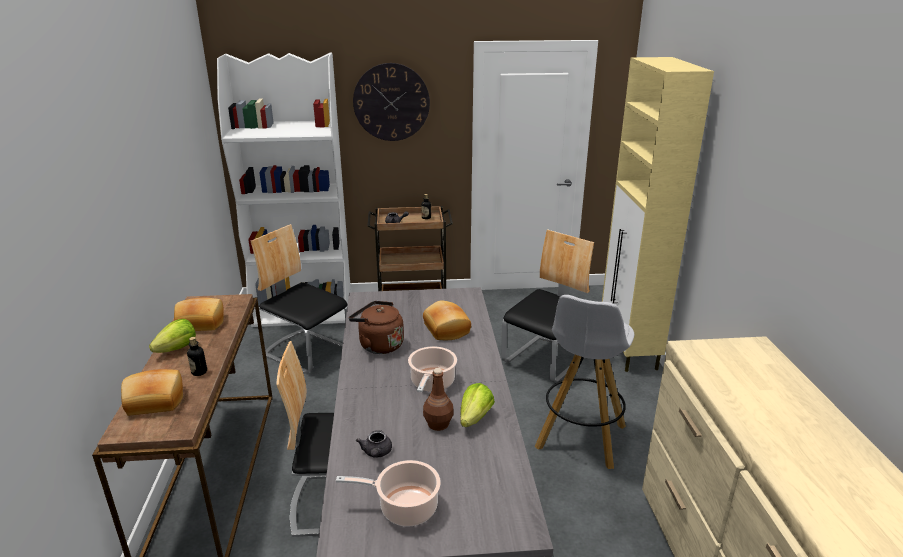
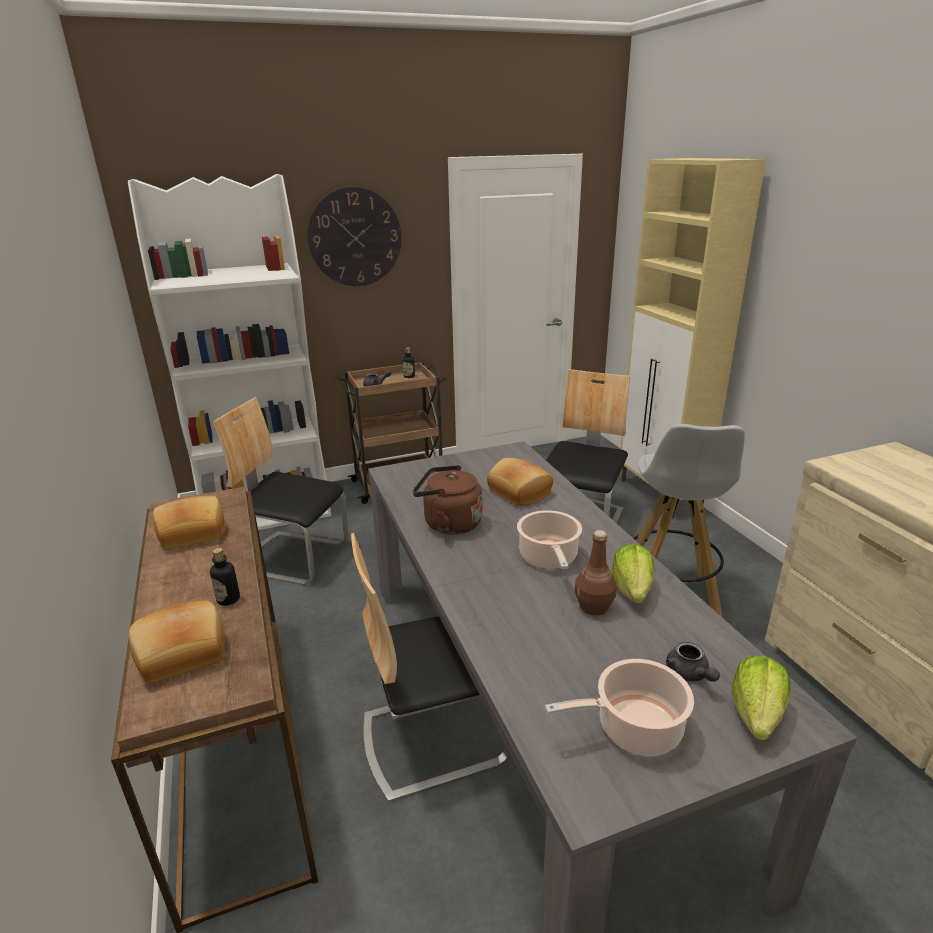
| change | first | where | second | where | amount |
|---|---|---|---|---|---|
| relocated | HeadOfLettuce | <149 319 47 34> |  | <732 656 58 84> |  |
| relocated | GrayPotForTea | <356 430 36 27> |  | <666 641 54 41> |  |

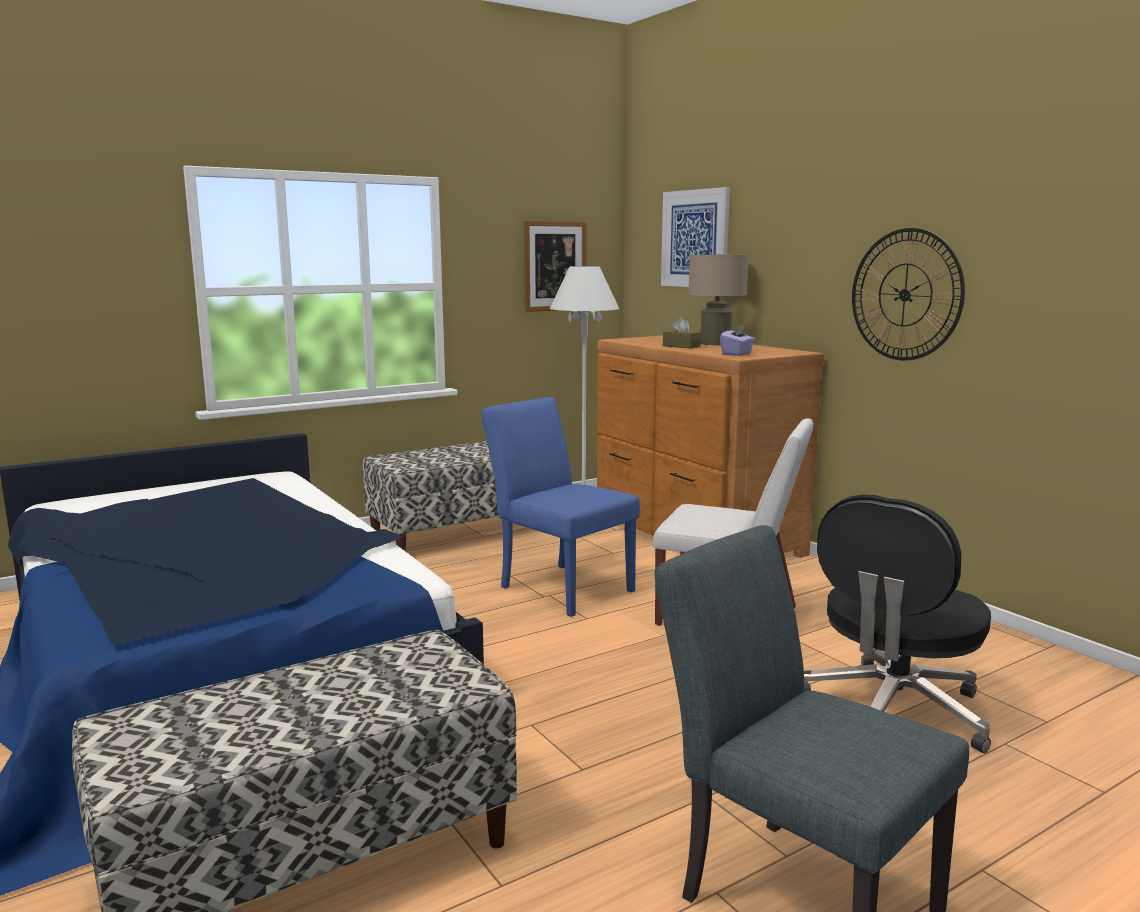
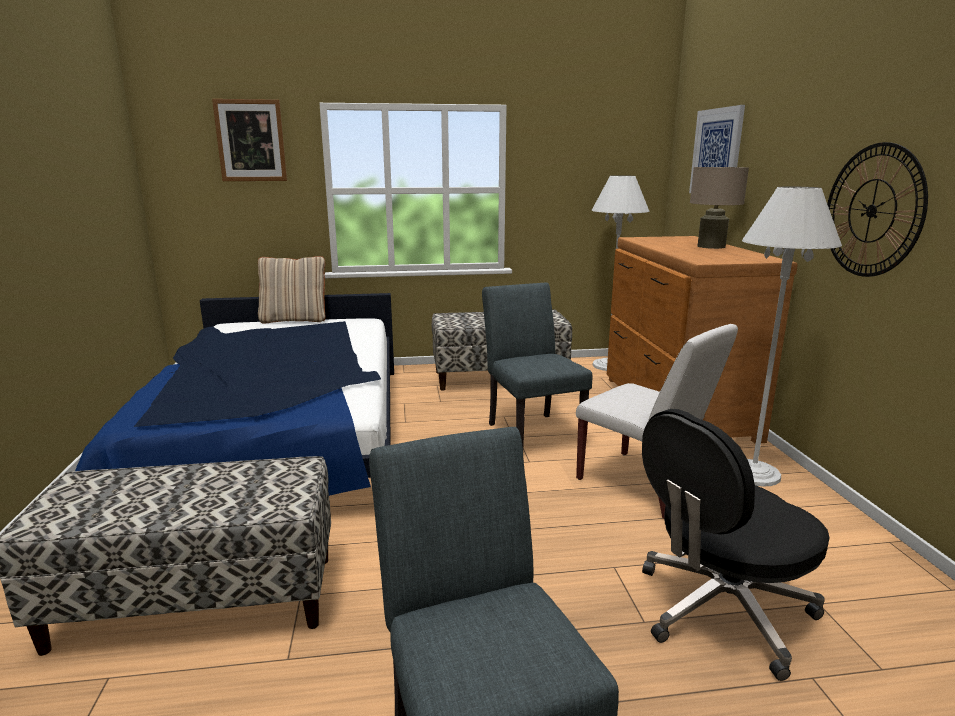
| change | first | where | second | where | amount |
|---|---|---|---|---|---|
| relocated | WallPicture | <524 221 63 91> |  | <212 99 75 82> |  |
| missing | BrownishTissueHolder | <663 317 38 32> |  |  |  |
| missing | PurplishTissueHolder | <720 324 35 32> |  |  |  |
| colour | BlueChair | <482 397 158 220> | GrayChair | <482 283 110 164> |  |
| appeared |  |  | WhiteStandingLamp | <742 186 100 301> |  |
| appeared |  |  | BeigeColouredCushion | <258 256 68 67> |  |

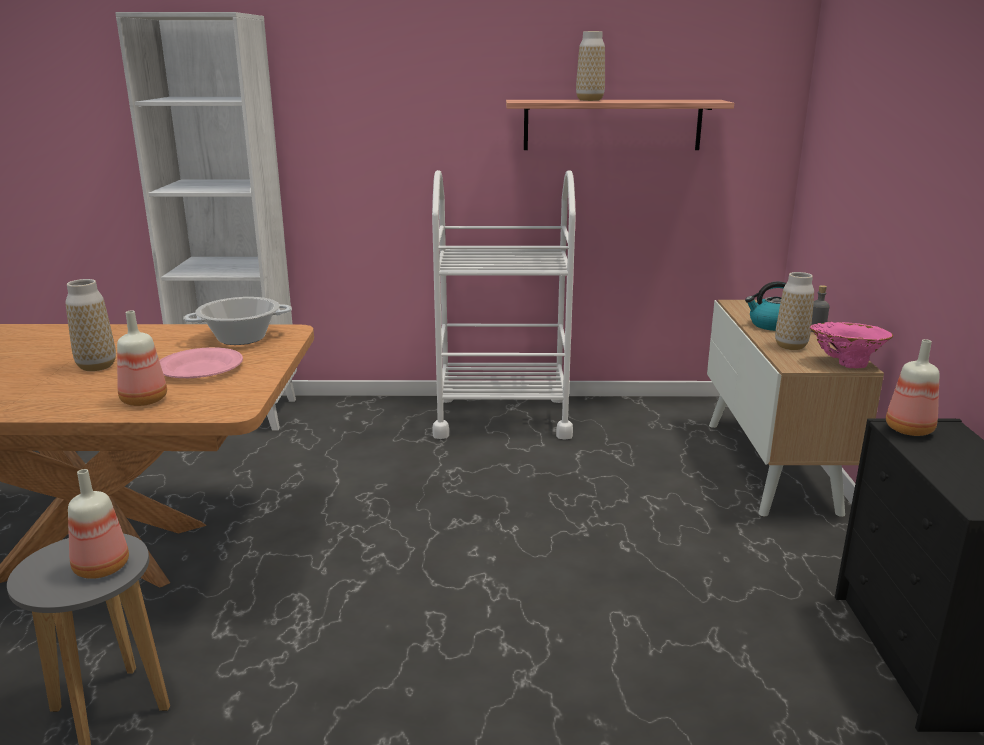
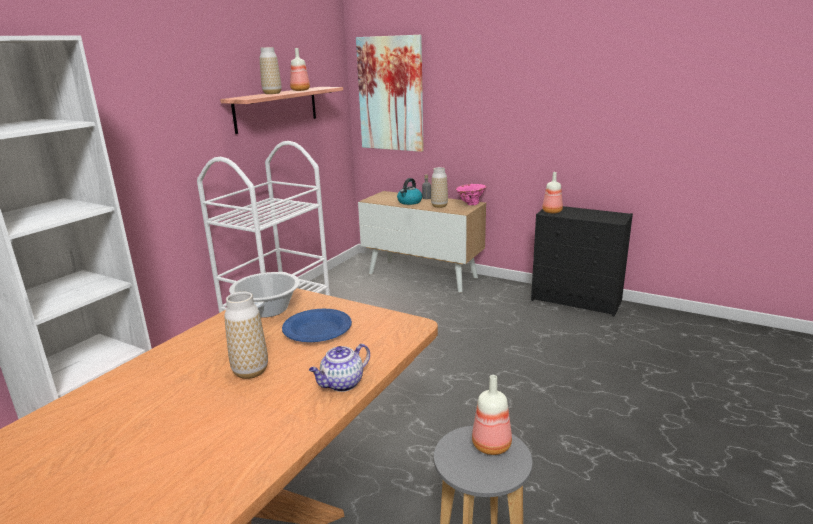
| change | first | where | second | where | amount |
|---|---|---|---|---|---|
| relocated | Bottle | <117 311 50 95> |  | <290 48 20 43> |  |
| colour | PinkishFlatDish | <159 347 84 31> | BlueFlatDish | <282 309 70 33> |  |
| appeared |  |  | WallPicture | <356 35 68 117> |  |
| appeared |  |  | PotForTea | <309 344 61 48> |  |

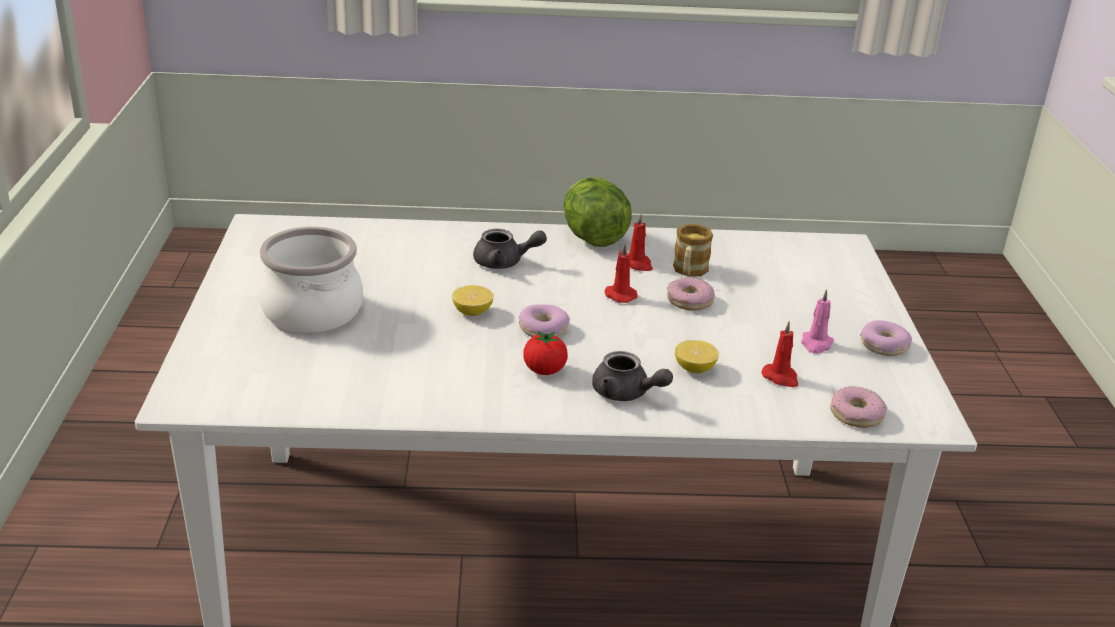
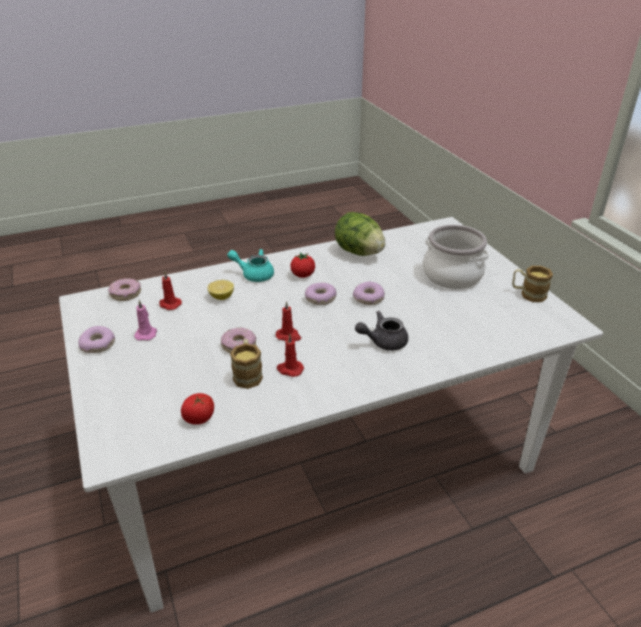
| change | first | where | second | where | amount |
|---|---|---|---|---|---|
| relocated | HeadOfLettuce | <563 177 69 70> |  | <335 212 50 44> |  |
| exchanged | CitrusFruit | <452 285 42 31> | Donut | <353 282 32 23> |  |
| colour | GrayPotForTea | <592 351 81 50> | BlueGreenPotForTea | <227 249 47 33> |  |
| appeared |  |  | TeaMug | <512 266 41 36> |  |
| appeared |  |  | WholeTomato | <181 393 33 32> |  |

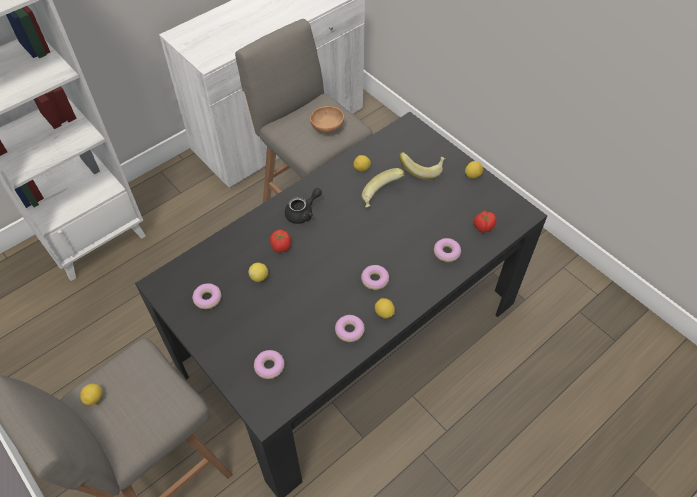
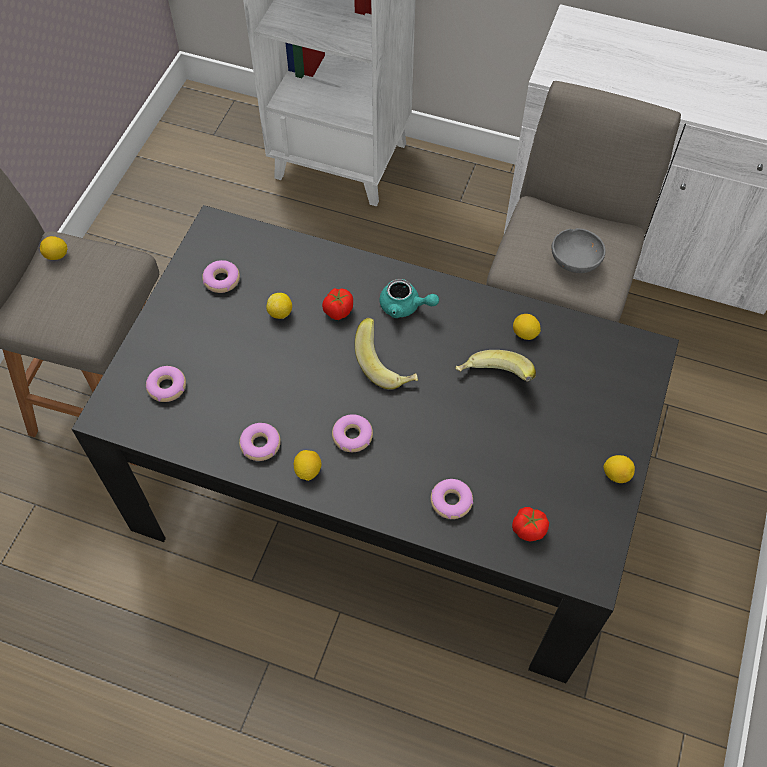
| change | first | where | second | where | amount |
|---|---|---|---|---|---|
| colour | BrownishBowl | <310 106 34 27> | GrayBowl | <551 228 55 45> |  |
| relocated | WholeBanana | <399 152 46 28> |  | <355 318 63 72> |  |
| colour | BlackPotForTea | <285 188 37 36> | BlueGreenPotForTea | <380 279 59 39> |  |

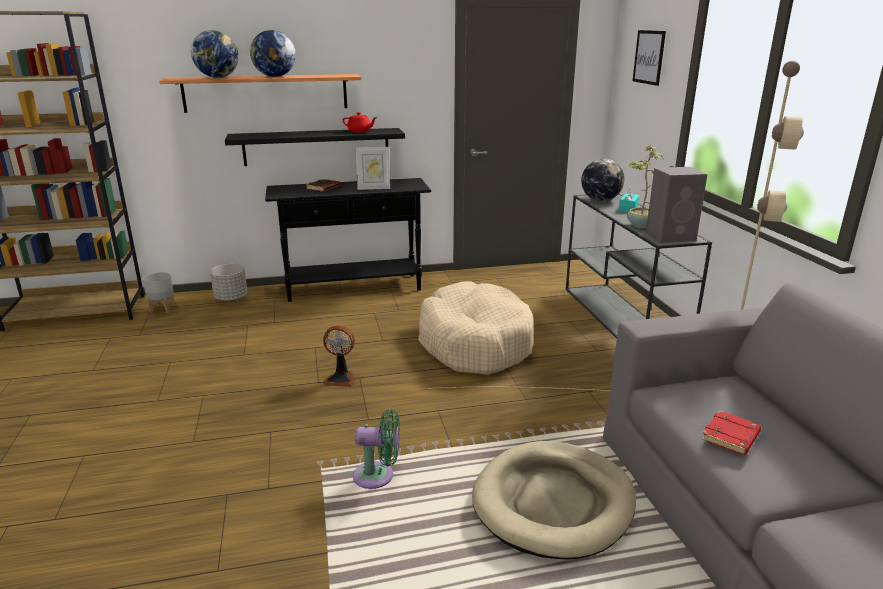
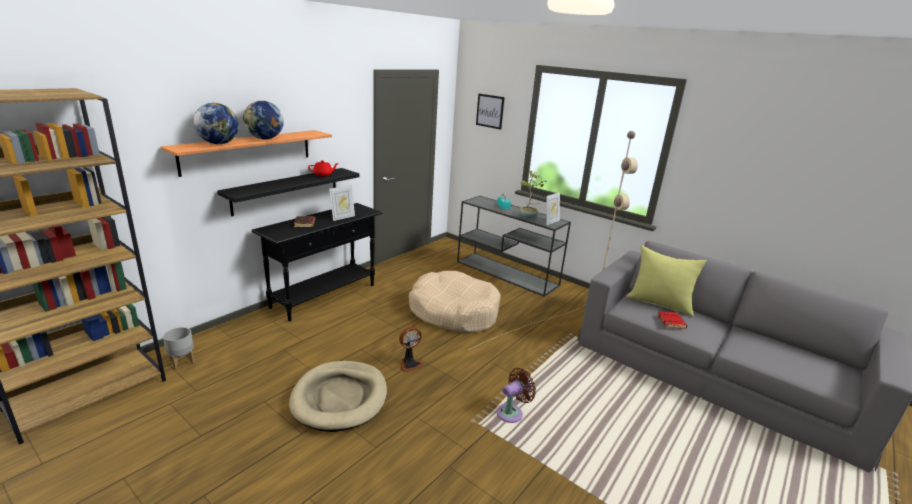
| change | first | where | second | where | amount |
|---|---|---|---|---|---|
| missing | DeskGlobe | <581 159 43 42> |  |  |  |
| exchanged | GrayLoudspeaker | <646 167 62 76> | PictureFrame | <547 192 13 33> |  |
| missing | GrayPlantPot | <210 264 38 37> |  |  |  |
| colour | GreenishElectricFan | <353 409 47 80> | BrownishElectricFan | <497 368 39 55> |  |
| relocated | BeigeColouredDogBed | <472 441 164 119> |  | <289 361 98 71> |  |
| appeared |  |  | YellowishCushion | <626 245 80 72> |  |

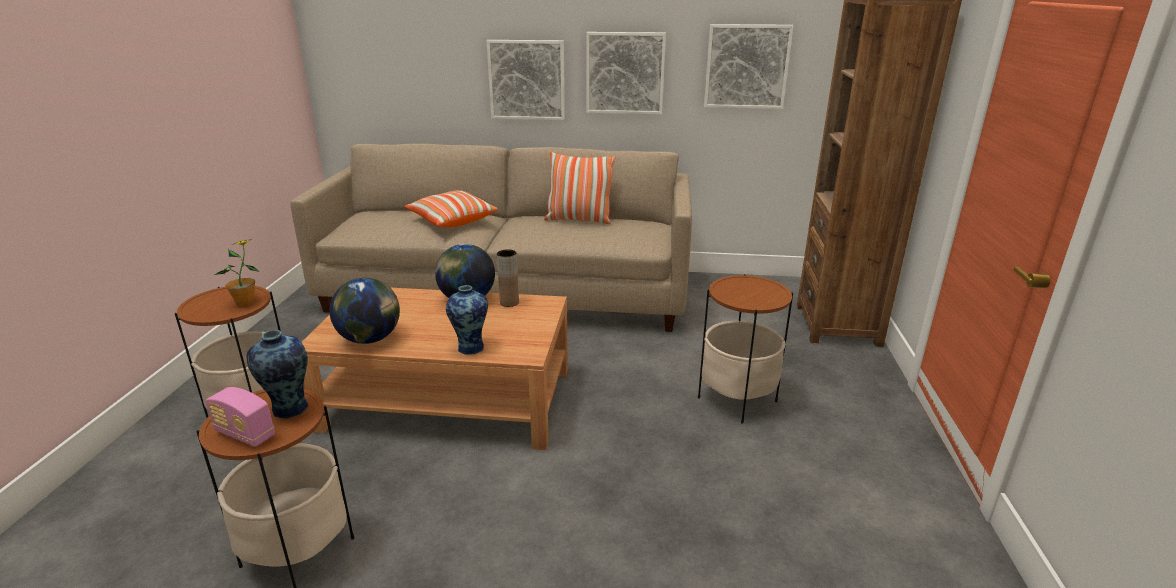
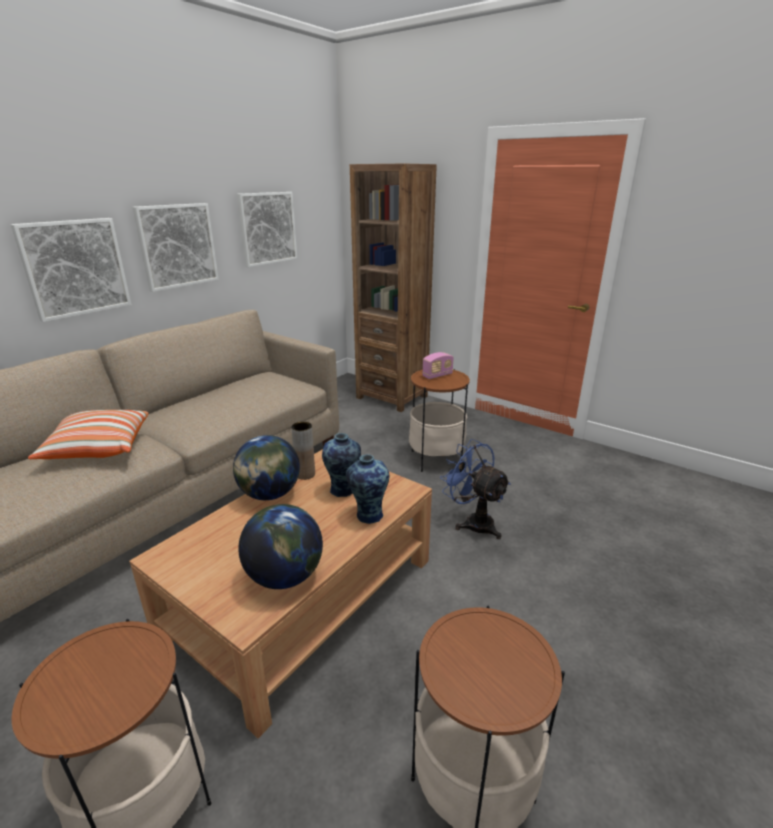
| change | first | where | second | where | amount |
|---|---|---|---|---|---|
| missing | Cushion | <544 151 72 73> |  |  |  |
| missing | PottedPlant | <215 239 44 68> |  |  |  |
| relocated | Vase | <246 330 62 89> |  | <322 433 39 64> |  |
| relocated | Radio | <205 387 70 60> |  | <423 352 31 27> |  |
| appeared |  |  | BlueElectricFan | <440 439 71 100> |  |

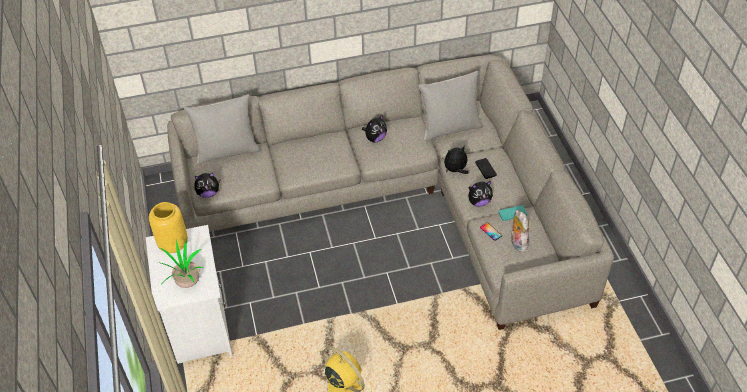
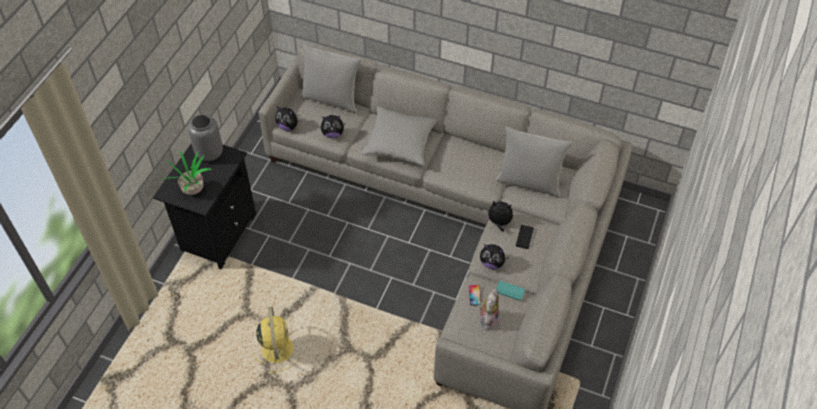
| change | first | where | second | where | amount |
|---|---|---|---|---|---|
| relocated | CuddlyToy | <362 115 25 27> |  | <321 115 25 23> |  |
| colour | YellowishVase | <149 202 39 51> | GrayVase | <188 114 35 47> |  |
| colour | WhiteNightTable | <146 225 86 139> | BlackNightTable | <153 144 103 125> |  |
| appeared |  |  | GrayCushion | <361 107 76 59> |  |

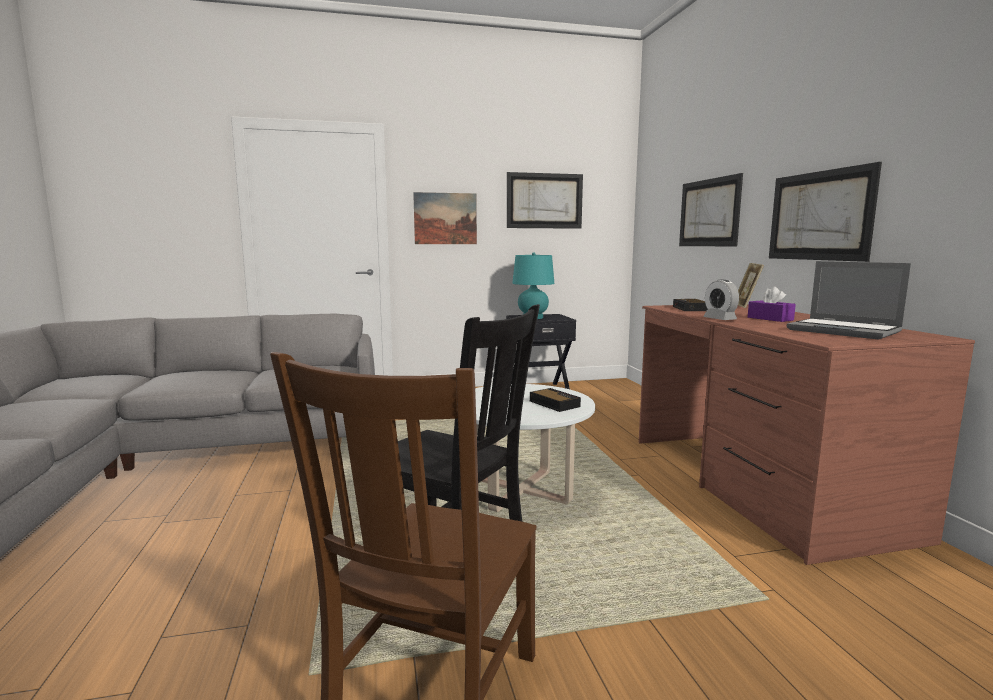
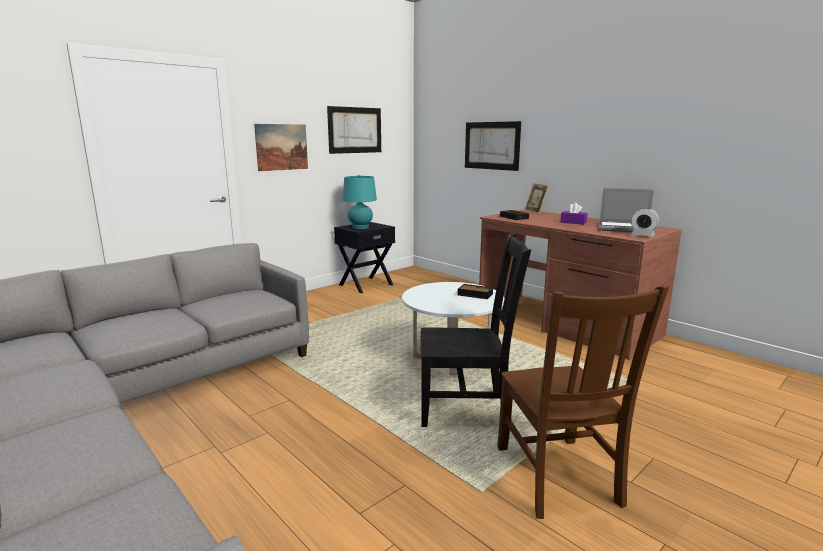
| change | first | where | second | where | amount |
|---|---|---|---|---|---|
| missing | WallPicture | <769 162 113 100> |  |  |  |
| relocated | TableClock | <704 280 35 40> |  | <631 208 28 29> |  |

